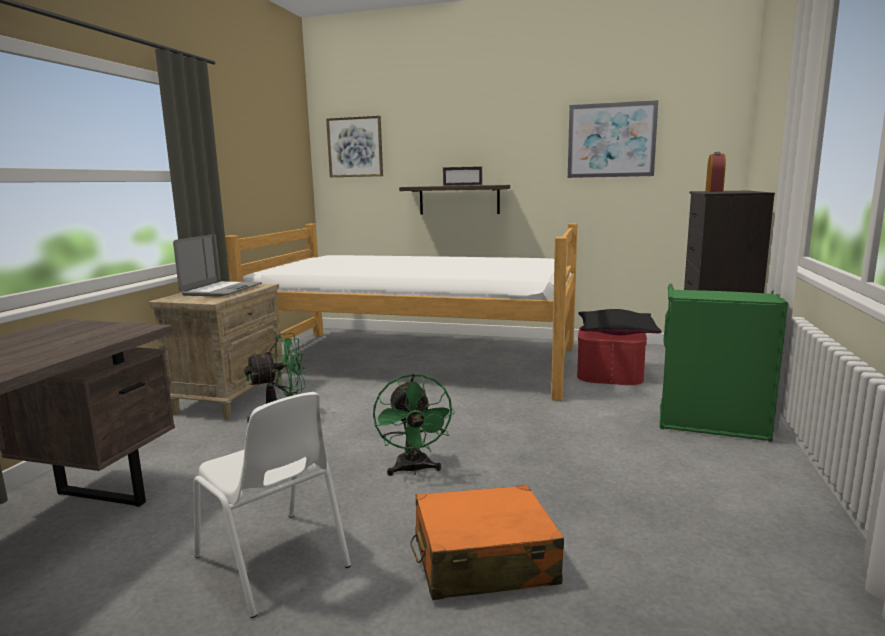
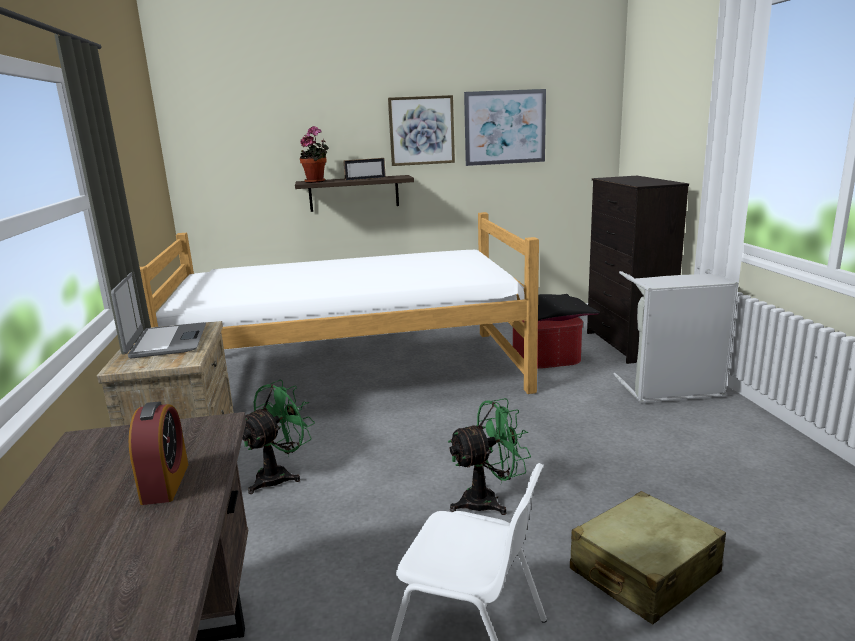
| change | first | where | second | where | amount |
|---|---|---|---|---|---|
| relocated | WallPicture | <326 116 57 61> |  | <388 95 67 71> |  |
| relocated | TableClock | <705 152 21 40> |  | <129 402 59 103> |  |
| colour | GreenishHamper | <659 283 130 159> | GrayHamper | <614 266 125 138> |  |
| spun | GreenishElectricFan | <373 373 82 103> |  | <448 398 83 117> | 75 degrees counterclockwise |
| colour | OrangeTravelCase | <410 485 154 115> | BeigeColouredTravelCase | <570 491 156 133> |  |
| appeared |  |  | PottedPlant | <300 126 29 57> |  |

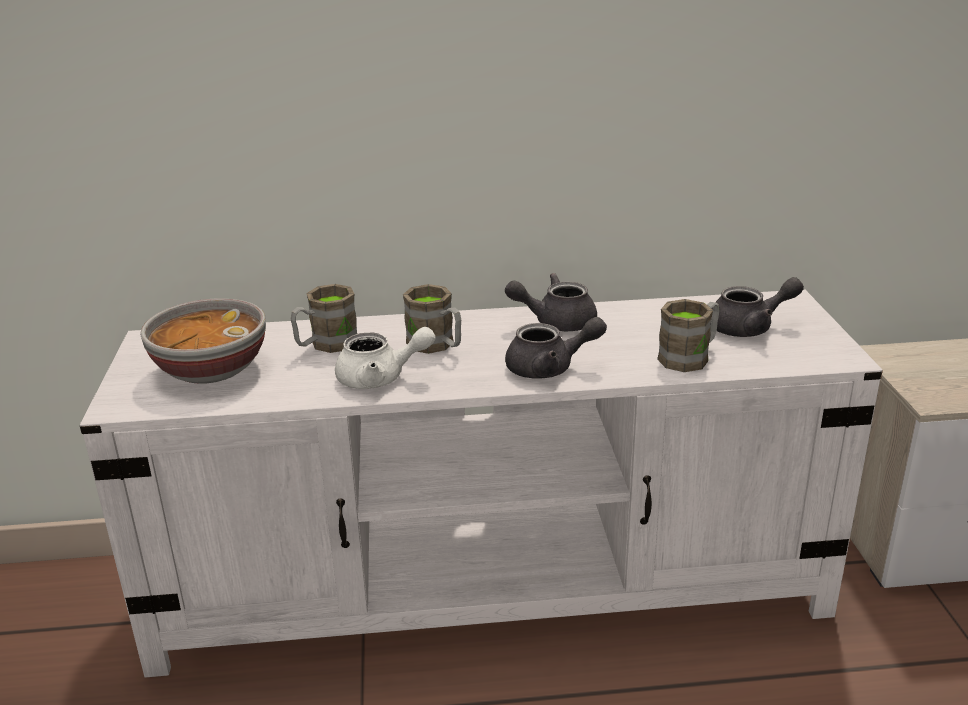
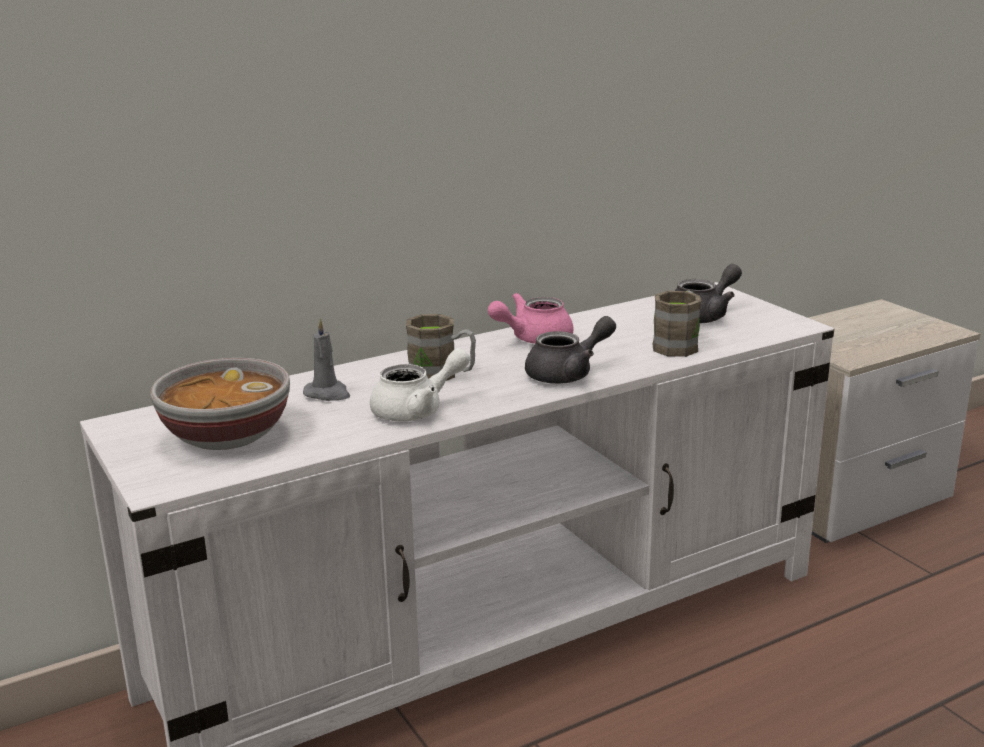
| change | first | where | second | where | amount |
|---|---|---|---|---|---|
| colour | GrayPotForTea | <505 273 92 58> | PinkishPotForTea | <488 293 86 51> |  |
| exchanged | BrownishTeaMug | <291 284 66 69> | GrayWaxCandle | <303 318 47 83> |  |

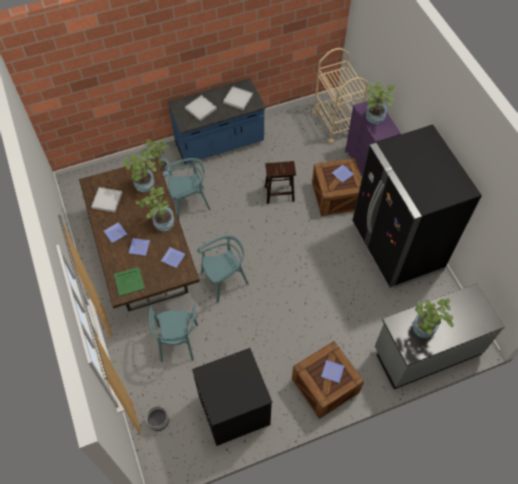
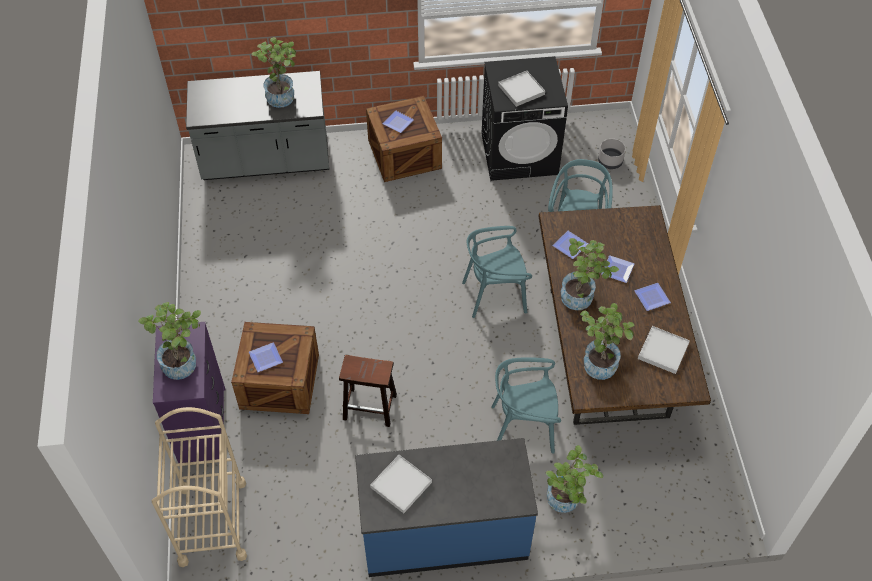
| change | first | where | second | where | amount |
|---|---|---|---|---|---|
| relocated | WhiteTray | <185 95 32 26> |  | <498 71 47 36> |  |
| missing | BlackKitchenFridge | <352 124 130 165> |  |  |  |
| missing | GreenishTray | <114 267 31 30> |  |  |  |

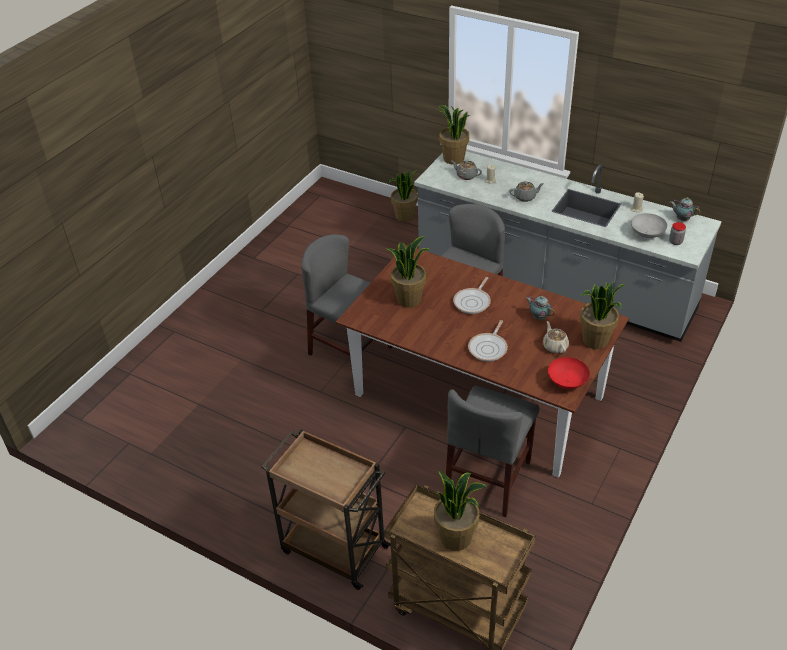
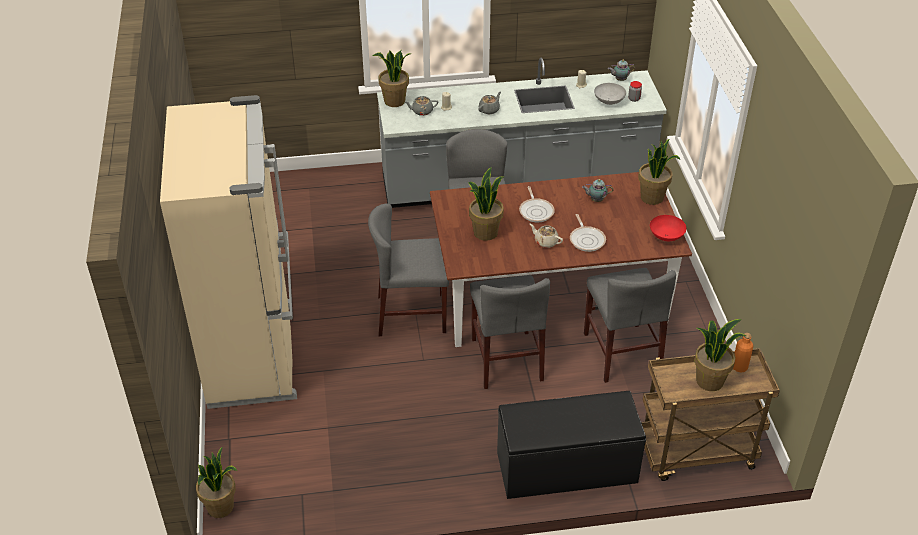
| change | first | where | second | where | amount |
|---|---|---|---|---|---|
| relocated | PottedPlant | <389 170 29 52> |  | <196 446 41 72> |  |
| relocated | BeigeColouredPotForTea | <543 321 26 32> |  | <530 224 33 24> |  |
| exchanged | BrownishWheeledCart | <262 429 129 161> | BlackIndoorBench | <497 391 149 108> |  |
| appeared |  |  | BeigeColouredKitchenFridge | <160 95 137 314> |  |
| appeared |  |  | GrayChair | <470 275 80 114> |  |
| appeared |  |  | OrangeBottle | <733 333 20 39> |  |

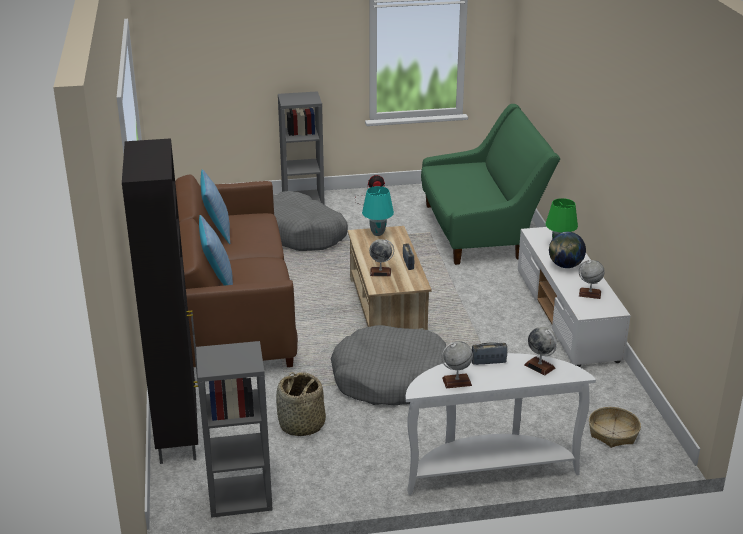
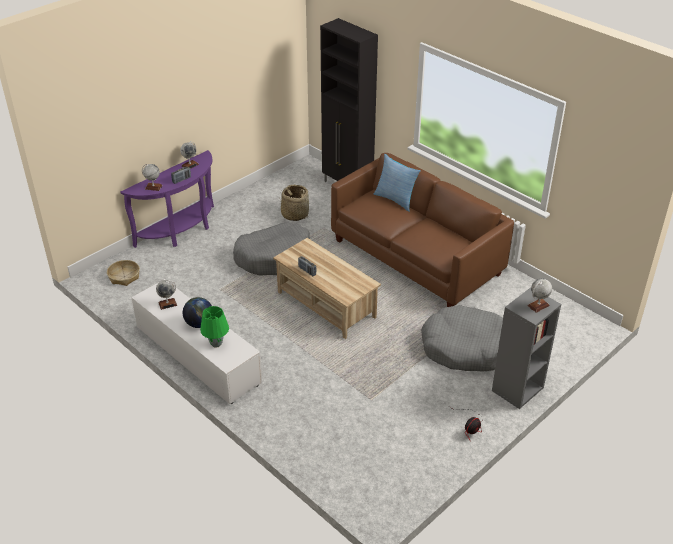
| change | first | where | second | where | amount |
|---|---|---|---|---|---|
| missing | GreenishSettee | <421 104 139 161> |  |  |  |
| missing | Cushion | <201 169 29 75> |  |  |  |
| missing | BlueGreenTabletopLamp | <362 186 32 50> |  |  |  |
| relocated | DeskGlobe | <369 239 25 37> |  | <527 278 25 35> |  |
| missing | GrayBookcase | <196 341 77 177> |  |  |  |
| colour | WhiteNarrowTable | <406 353 190 142> | PurplishNarrowTable | <120 150 94 98> |  |

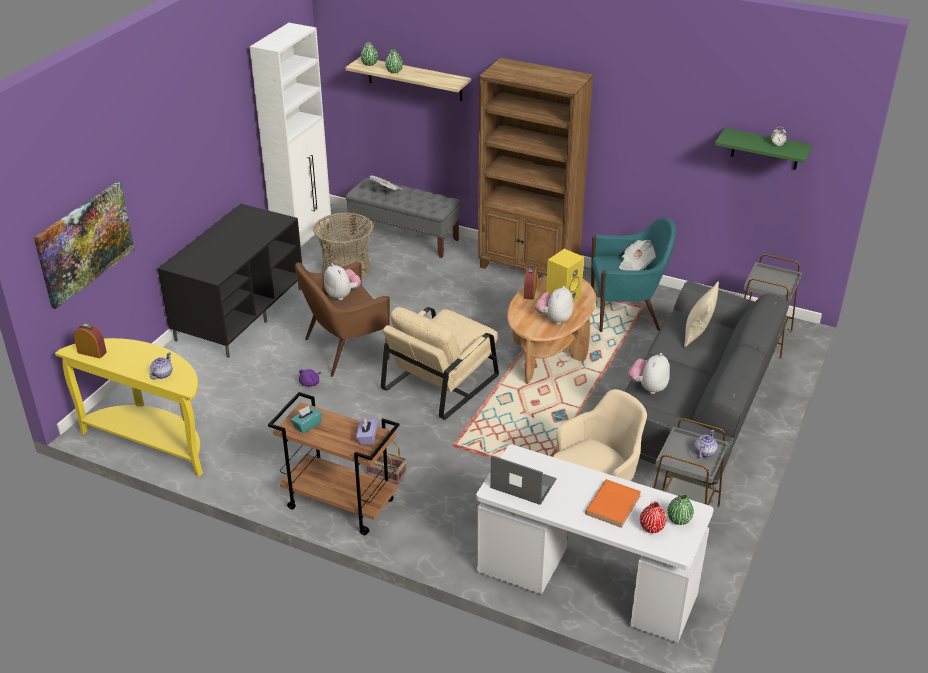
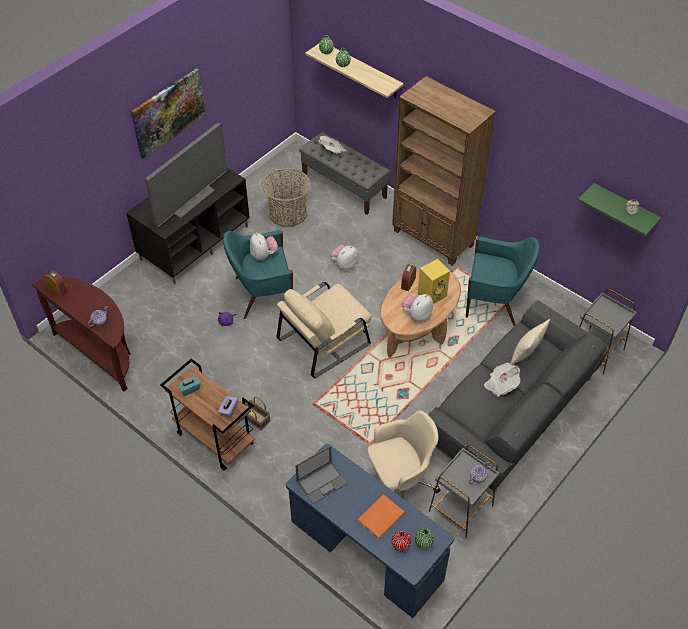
| change | first | where | second | where | amount |
|---|---|---|---|---|---|
| missing | WhiteStorageCabinet | <250 23 81 223> |  |  |  |
| relocated | WallPicture | <34 181 101 128> |  | <131 68 75 90> |  |
| relocated | PrintedPaper | <619 240 37 31> |  | <484 363 37 34> |  |
| colour | BrownishLoungeChair | <295 262 95 115> | BlueGreenLoungeChair | <223 230 70 89> |  |
| colour | YellowishNarrowTable | <55 338 148 139> | BrownishNarrowTable | <32 277 99 114> |  |
| relocated | CuddlyToy | <628 353 42 41> |  | <330 245 28 25> |  |
| colour | WhiteDeskTable | <476 445 238 198> | BlueDeskTable | <286 444 168 174> |  |
| spun | Laptop | <490 455 67 50> |  | <295 445 53 59> | 105 degrees clockwise |
| appeared |  |  | Television | <145 123 82 104> |  |

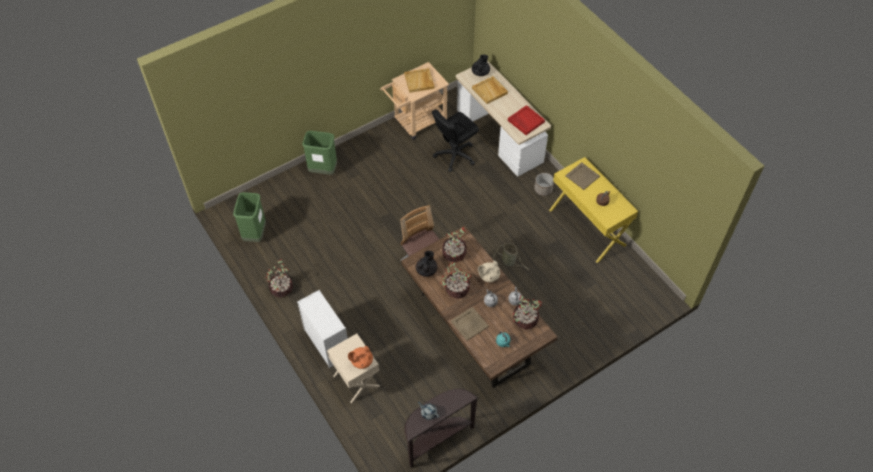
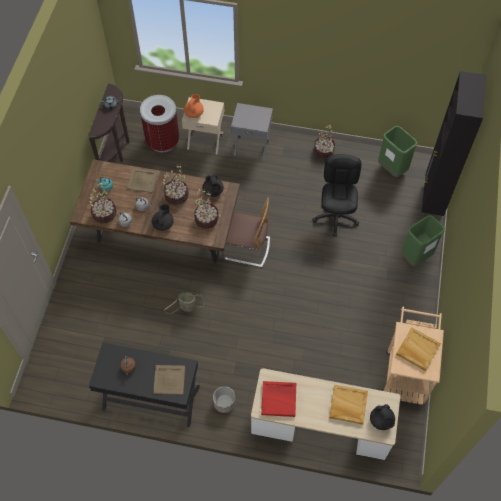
| change | first | where | second | where | amount |
|---|---|---|---|---|---|
| relocated | BlackDeskChair | <432 109 47 63> |  | <312 154 50 83> |  |
| colour | YellowishNarrowTable | <549 157 89 106> | BlackNarrowTable | <89 343 111 84> |  |
| colour | BeigeColouredPotForTea | <478 261 22 21> | BlackPotForTea | <152 204 22 27> |  |
| exchanged | WhiteDresser | <297 290 51 78> | GrayNightTable | <231 103 42 57> |  |
| appeared |  |  | BlackStorageCabinet | <421 71 65 149> |  |
| appeared |  |  | RubbishBin | <140 95 39 57> |  |

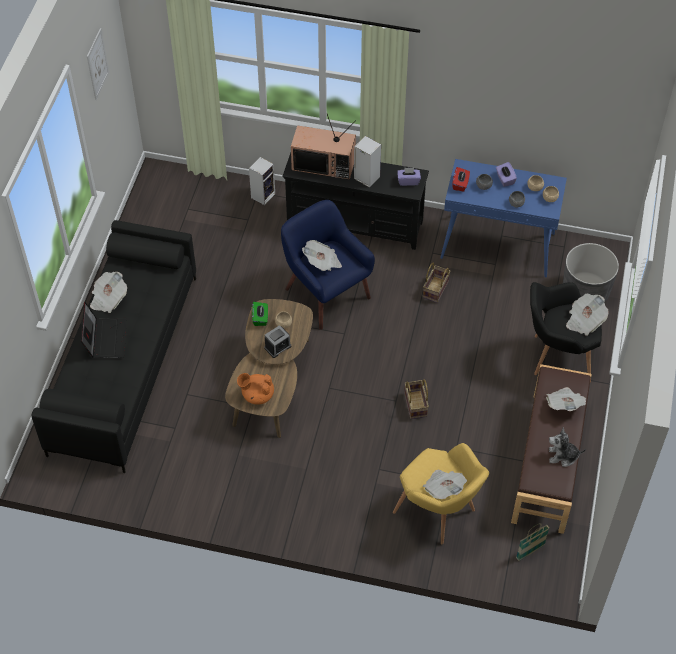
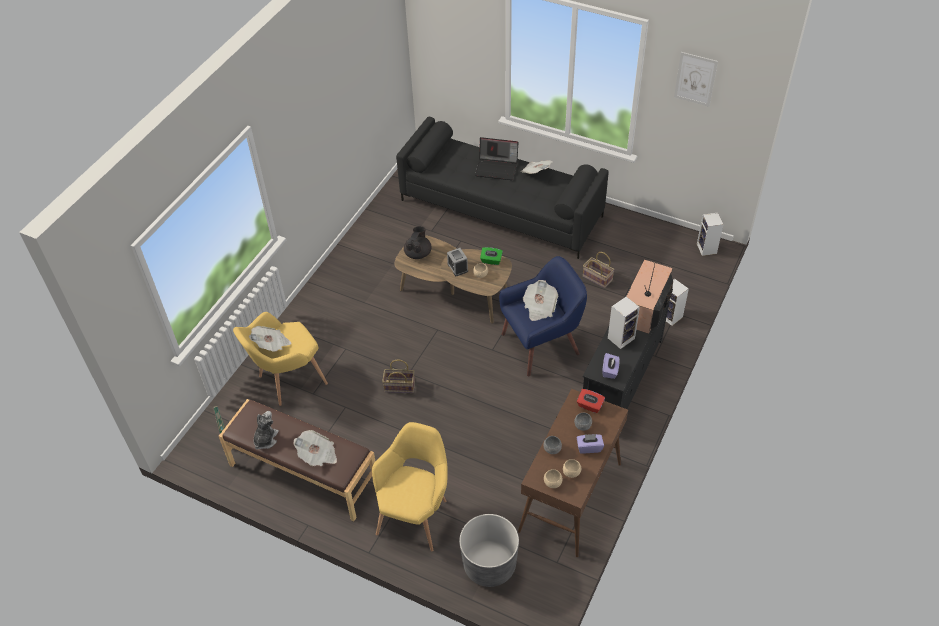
| change | first | where | second | where | amount |
|---|---|---|---|---|---|
| colour | BlueNarrowTable | <440 159 127 119> | BrownishNarrowTable | <518 389 110 168> |  |
| relocated | Basket | <423 263 27 40> |  | <583 252 31 36> |  |
| colour | BlackLoungeChair | <530 282 72 100> | YellowishLoungeChair | <372 422 75 129> |  |
| missing | PrintedPaper | <566 293 43 43> |  |  |  |
| colour | OrangePotForTea | <237 373 37 32> | BlackPotForTea | <404 226 28 33> |  |
| appeared |  |  | Loudspeaker | <697 213 27 43> |  |

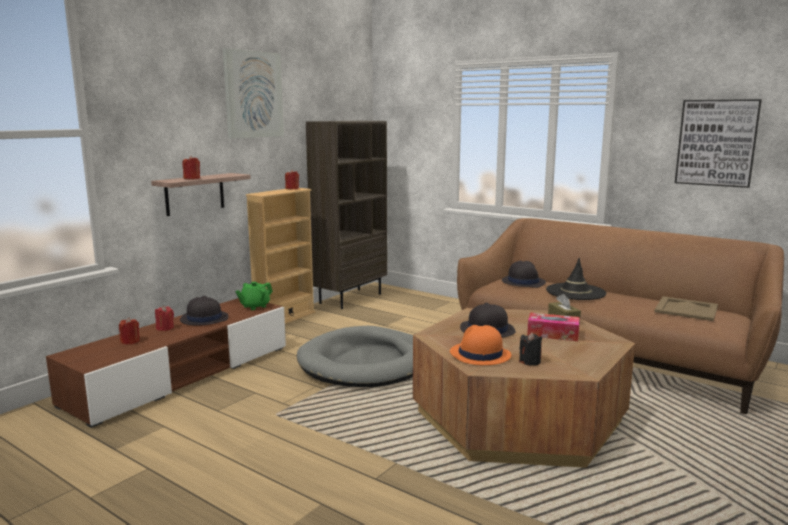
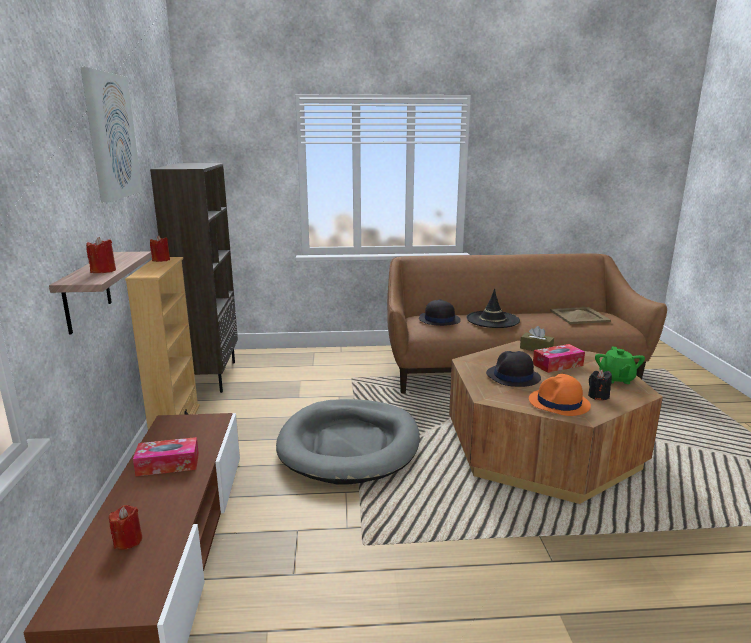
| change | first | where | second | where | amount |
|---|---|---|---|---|---|
| missing | WallPicture | <675 99 87 89> |  |  |  |
| relocated | GreenishPotForTea | <235 282 38 28> |  | <595 347 50 37> |  |
| exchanged | BlackHat | <180 296 48 30> | TissueHolder | <133 437 66 39> |  |
| missing | ReddishWaxCandle | <155 306 19 25> |  |  |  |

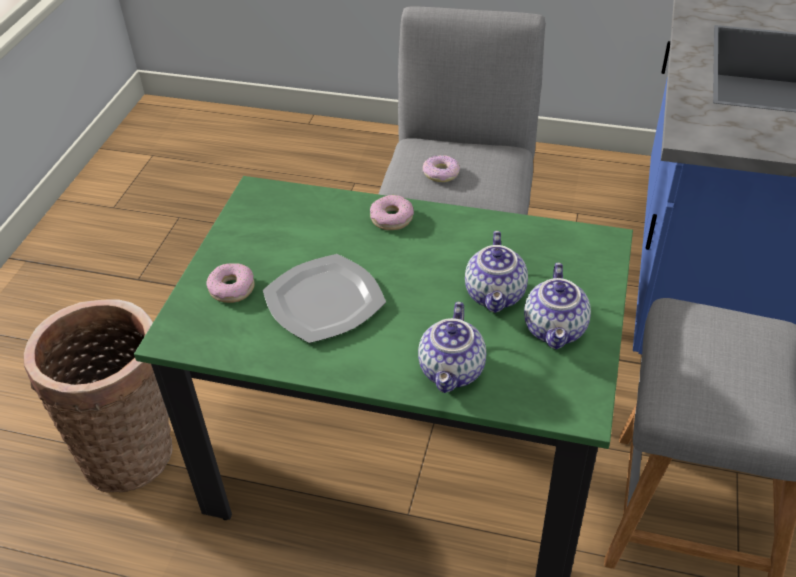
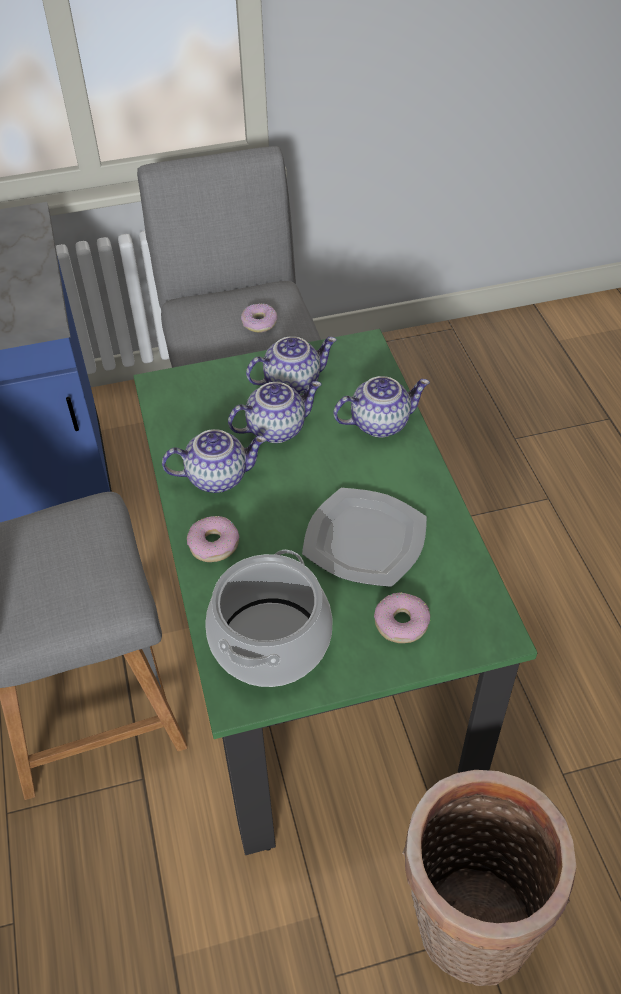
| change | first | where | second | where | amount |
|---|---|---|---|---|---|
| relocated | Donut | <423 155 37 27> |  | <241 304 36 28> |  |
| appeared |  |  | PotForTea | <162 429 105 64> |  |
| appeared |  |  | Stockpot | <205 550 128 137> |  |

